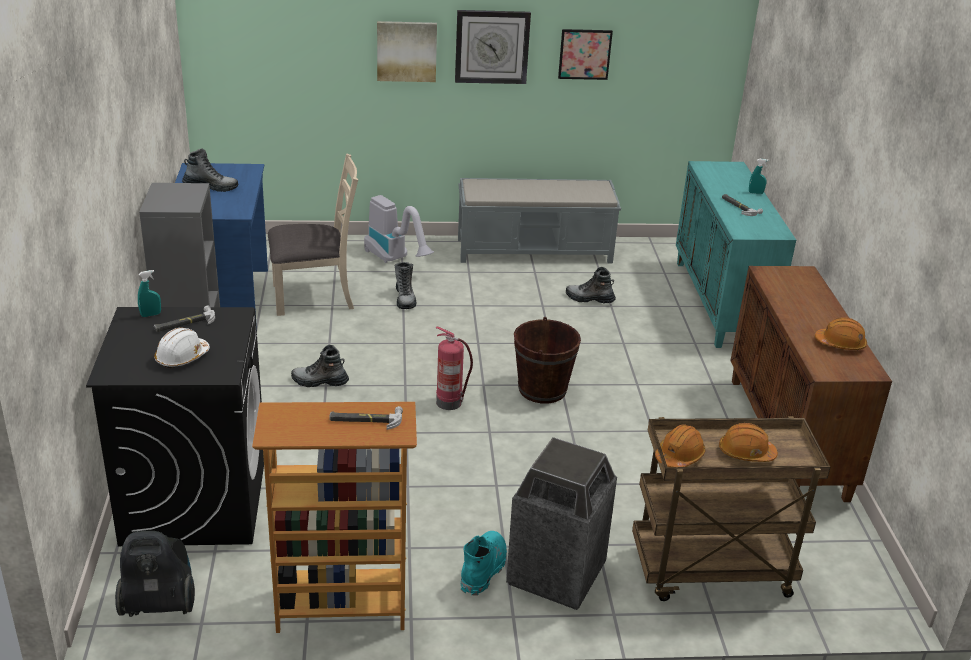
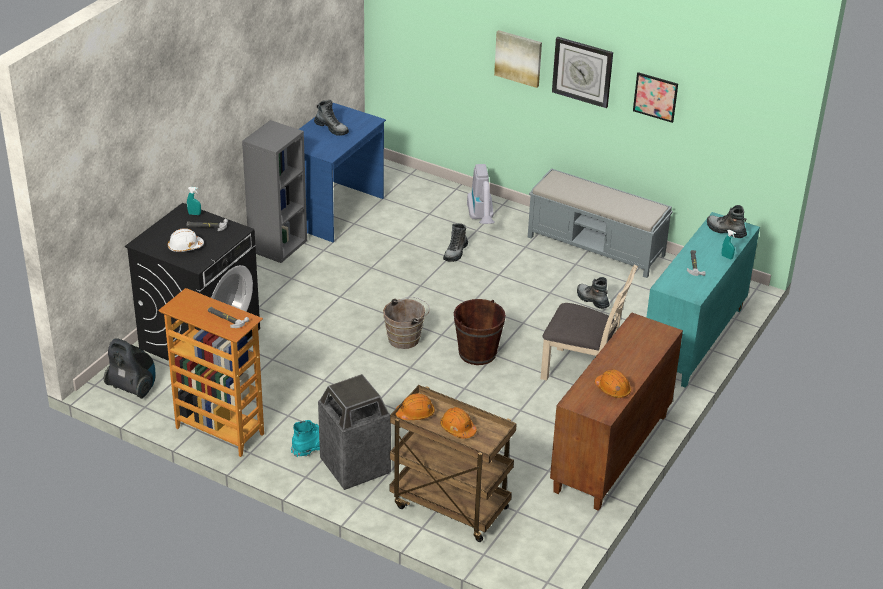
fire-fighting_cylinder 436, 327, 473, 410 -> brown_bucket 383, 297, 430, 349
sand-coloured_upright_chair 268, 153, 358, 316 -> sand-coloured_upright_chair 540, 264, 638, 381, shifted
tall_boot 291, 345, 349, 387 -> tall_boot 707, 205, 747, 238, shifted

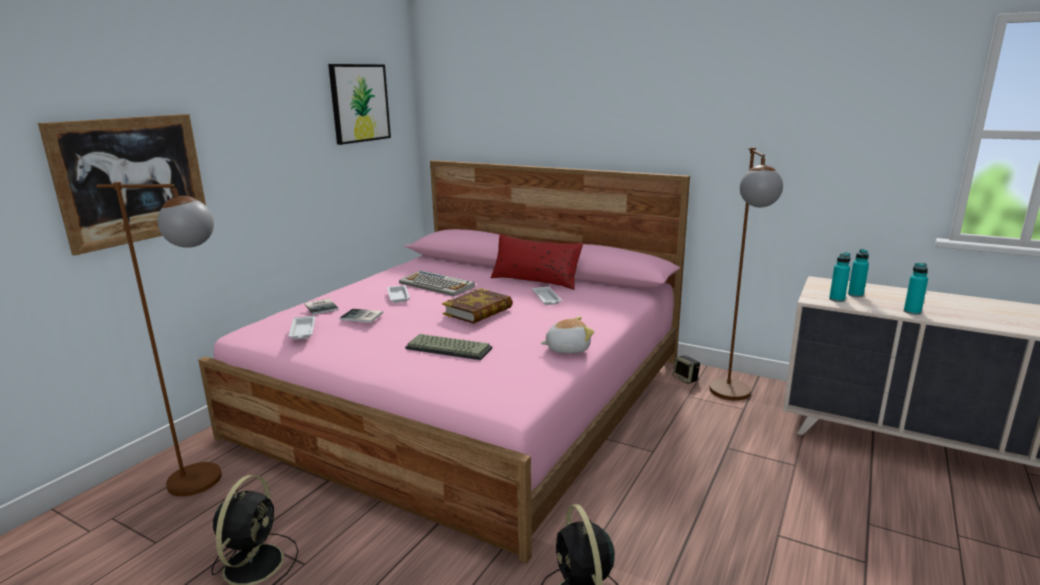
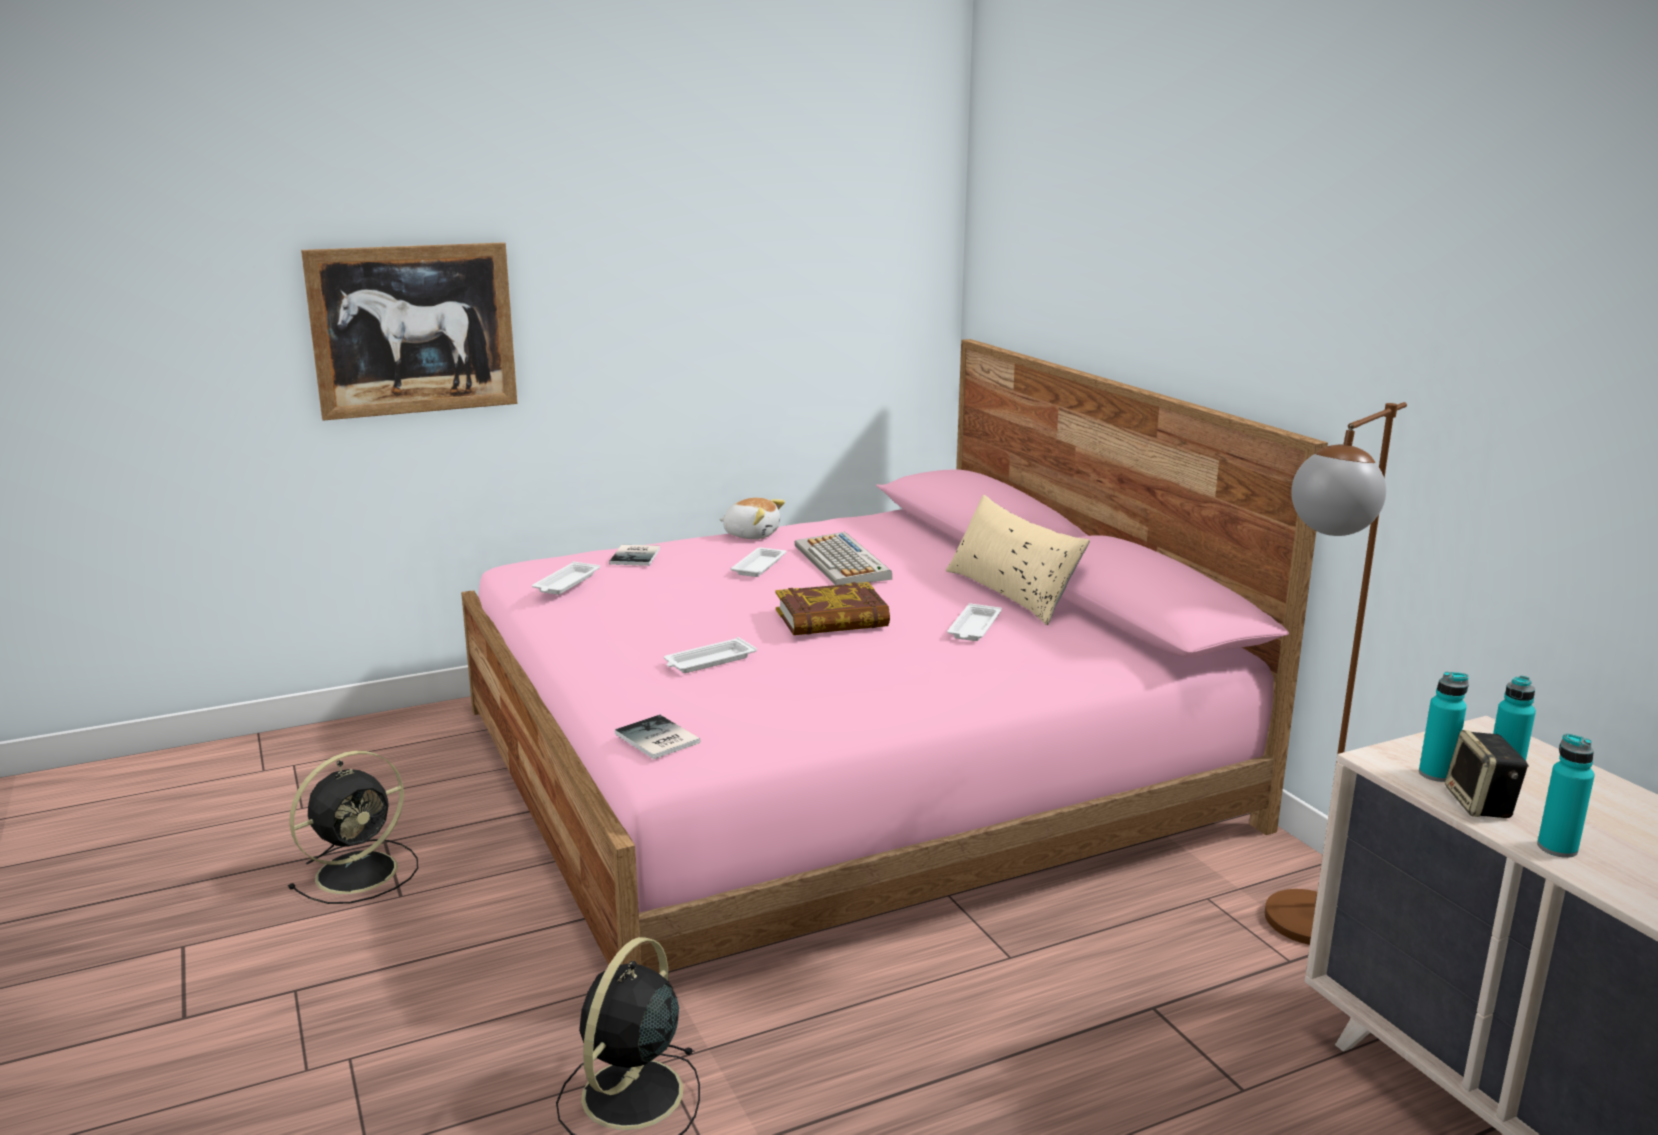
bound_book 340, 309, 383, 323 -> bound_book 615, 715, 700, 759, shifted
PC_keyboard 405, 334, 492, 360 -> white-coloured_tray 664, 637, 757, 673
soft_toy 541, 316, 594, 354 -> soft_toy 719, 498, 785, 539, shifted
reddish_throw_pillow 490, 234, 583, 290 -> sand-coloured_throw_pillow 946, 495, 1090, 625
audio_speaker 673, 355, 700, 384 -> audio_speaker 1445, 730, 1528, 818, shifted
brown_standard_lamp 96, 182, 222, 496 -> none
picture 328, 64, 391, 145 -> none

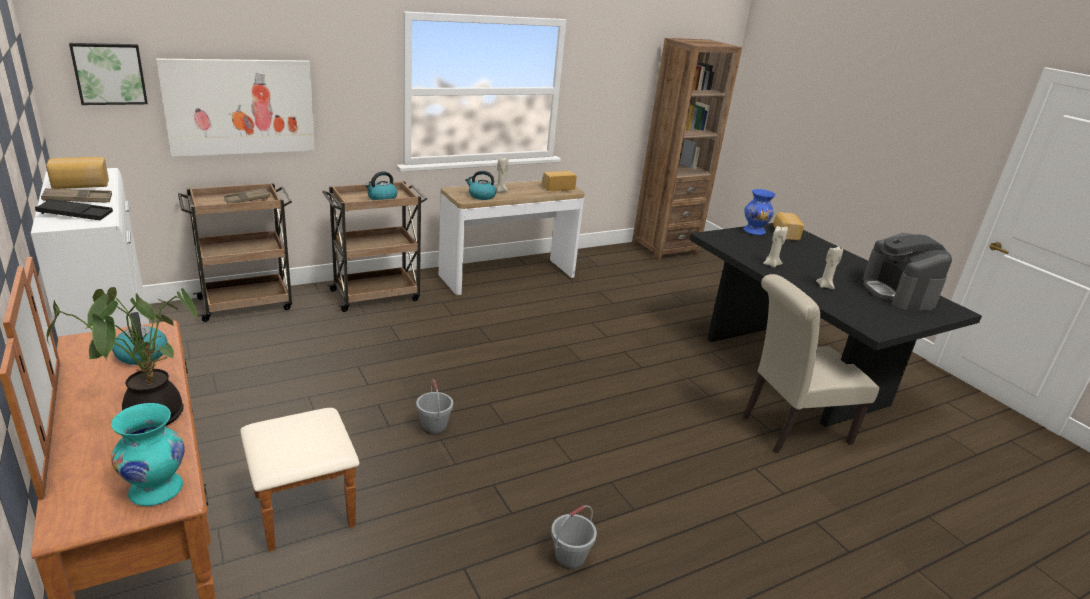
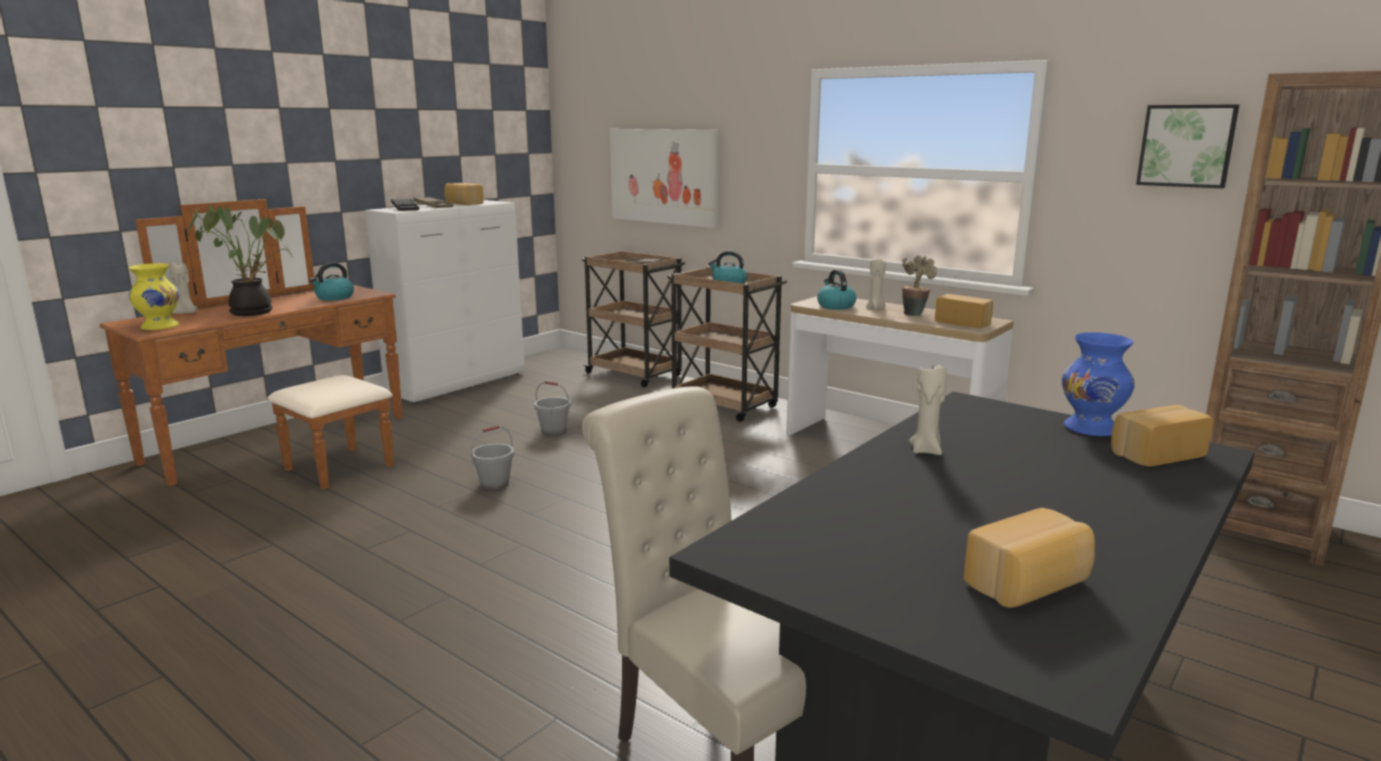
blue-green_vase 111, 403, 184, 506 -> yellow-coloured_vase 129, 263, 179, 330
sand-coloured_candle 816, 247, 843, 289 -> sand-coloured_candle 169, 261, 198, 314, shifted
greyish_bucket 551, 505, 597, 570 -> greyish_bucket 534, 381, 571, 435, shifted
none -> plant_in_a_pot 902, 255, 937, 316
coffee_machine 863, 233, 952, 310 -> baked_bread 964, 508, 1095, 608
picture 69, 43, 148, 105 -> picture 1136, 104, 1239, 189, shifted

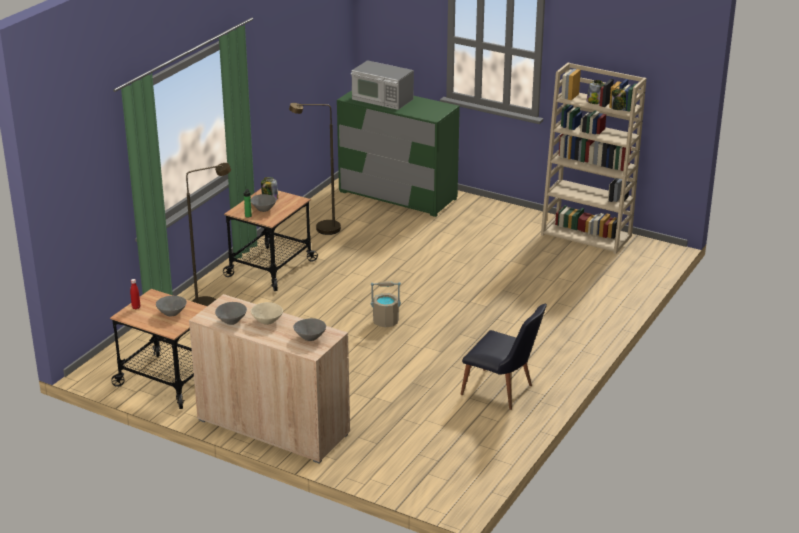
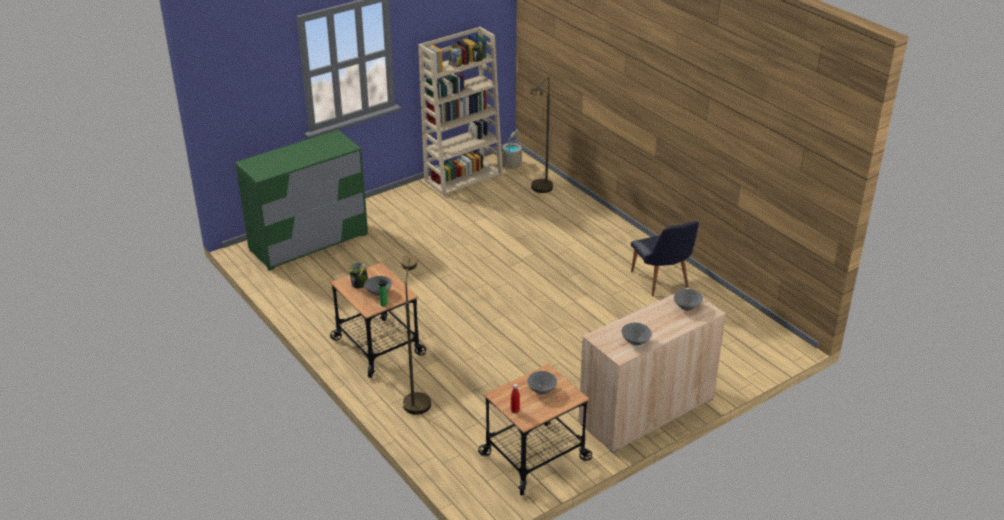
sand-coloured_bucket 370, 281, 401, 327 -> sand-coloured_bucket 502, 129, 522, 169, shifted
brown_standard_lamp 289, 103, 341, 235 -> brown_standard_lamp 530, 77, 553, 193, shifted
black-coloured_upright_chair 461, 304, 547, 410 -> black-coloured_upright_chair 631, 222, 699, 296, 105 degrees clockwise
sand-coloured_bowl 251, 302, 283, 325 -> none
microwave_oven 351, 60, 414, 110 -> none

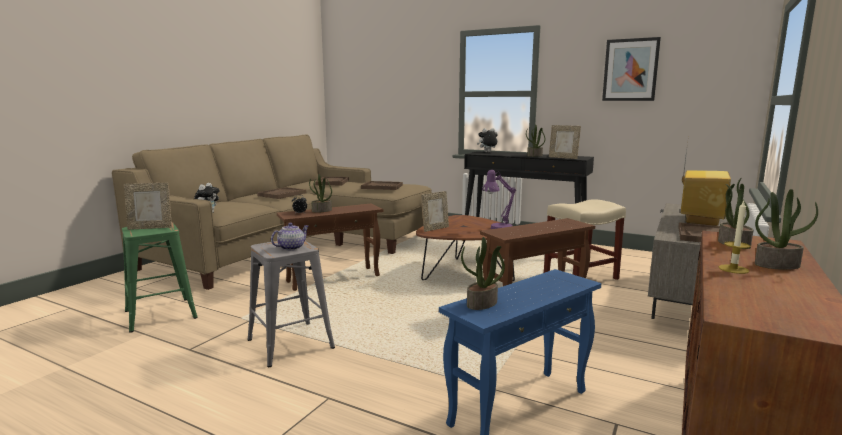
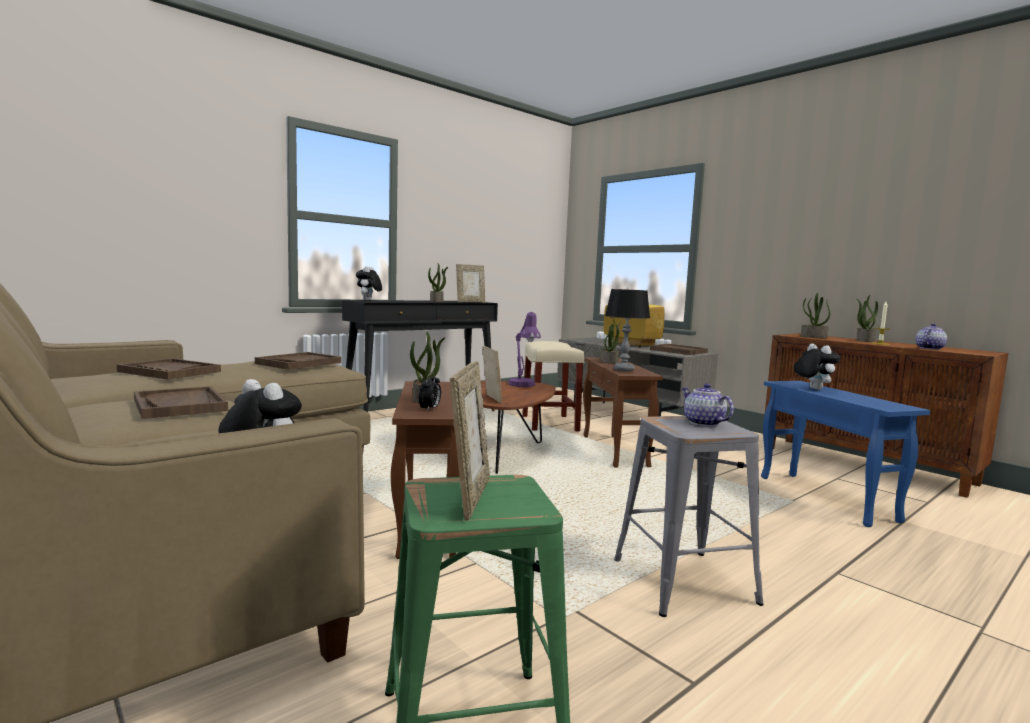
plant_in_a_pot 461, 237, 505, 310 -> plant_in_a_pot 600, 319, 620, 364, shifted
none -> table_lamp 605, 289, 650, 371
none -> soft_toy 793, 344, 840, 390
none -> teapot 915, 323, 947, 350
picture 602, 37, 661, 101 -> none

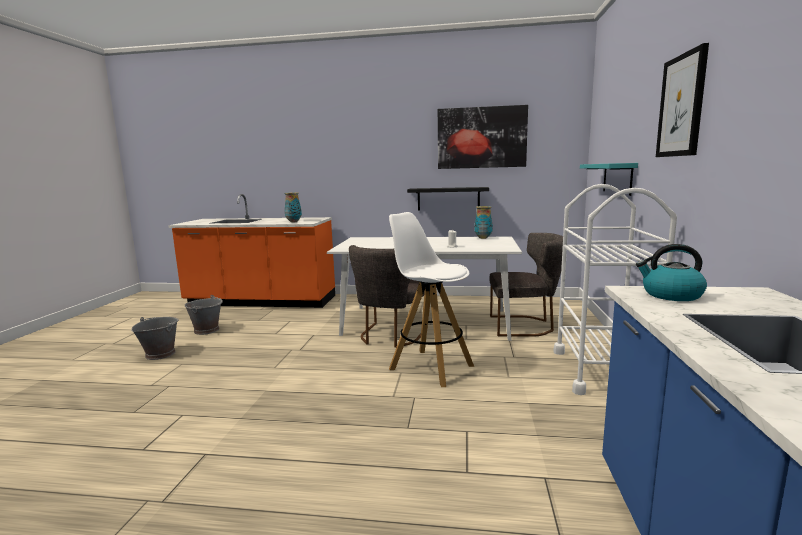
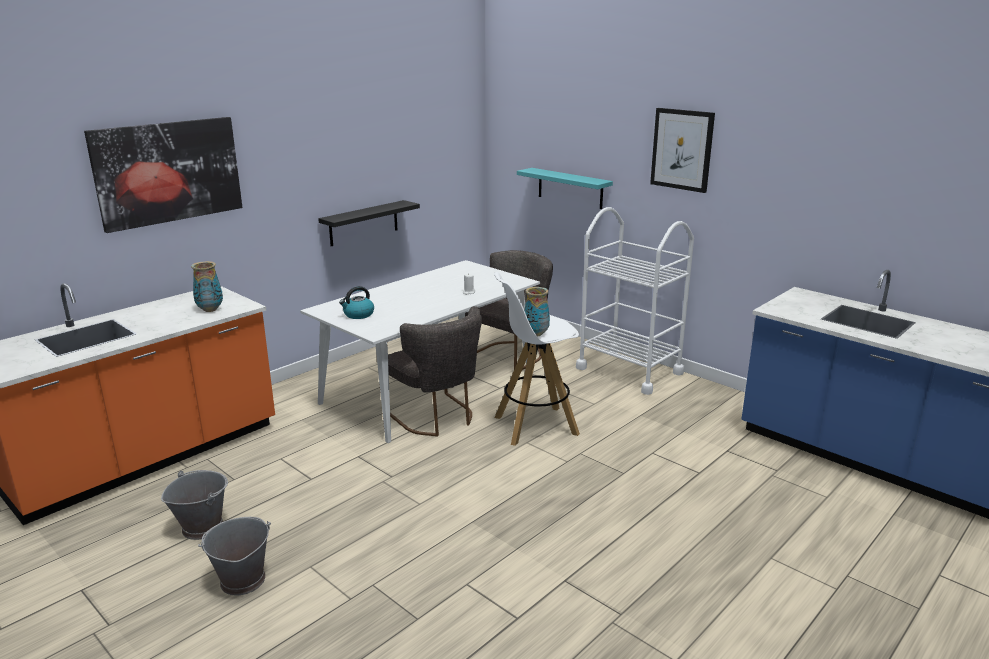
picture 438, 105, 528, 169 -> picture 84, 117, 243, 233, shifted
kettle 636, 244, 707, 301 -> kettle 339, 286, 374, 319, shifted
vase 474, 206, 493, 239 -> vase 524, 287, 550, 337, shifted

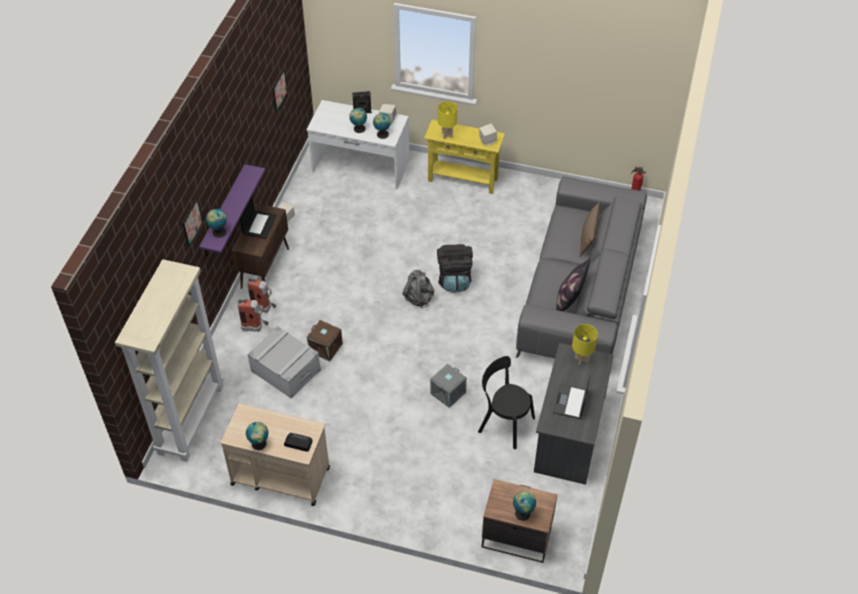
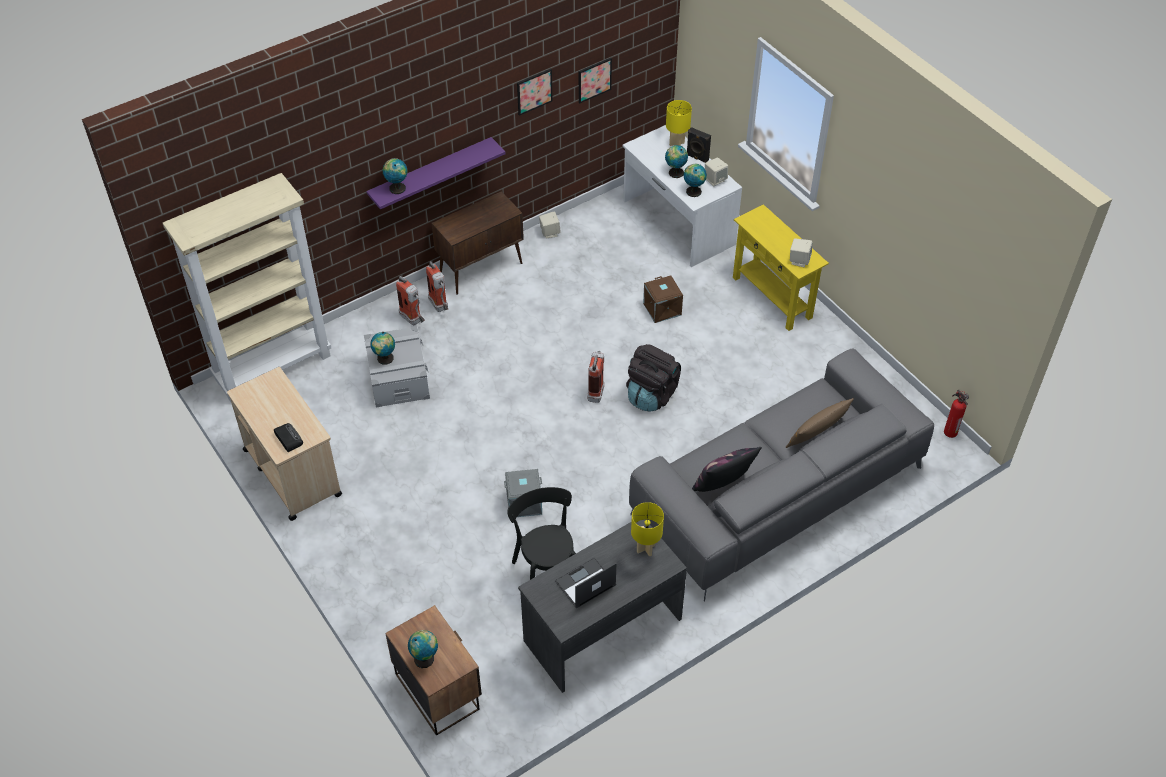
desk_globe 246, 422, 268, 450 -> desk_globe 370, 332, 395, 365, shifted
picture 182, 198, 203, 247 -> picture 517, 69, 553, 116, shifted
greyish_knapsack 402, 270, 434, 308 -> fire-fighting_cylinder 587, 351, 604, 403
brown_storage_bin 307, 320, 343, 362 -> brown_storage_bin 643, 275, 683, 323, shifted
yellow-coloured_table_lamp 438, 101, 458, 139 -> yellow-coloured_table_lamp 666, 100, 692, 146, shifted
portable_computer 240, 197, 276, 239 -> none

